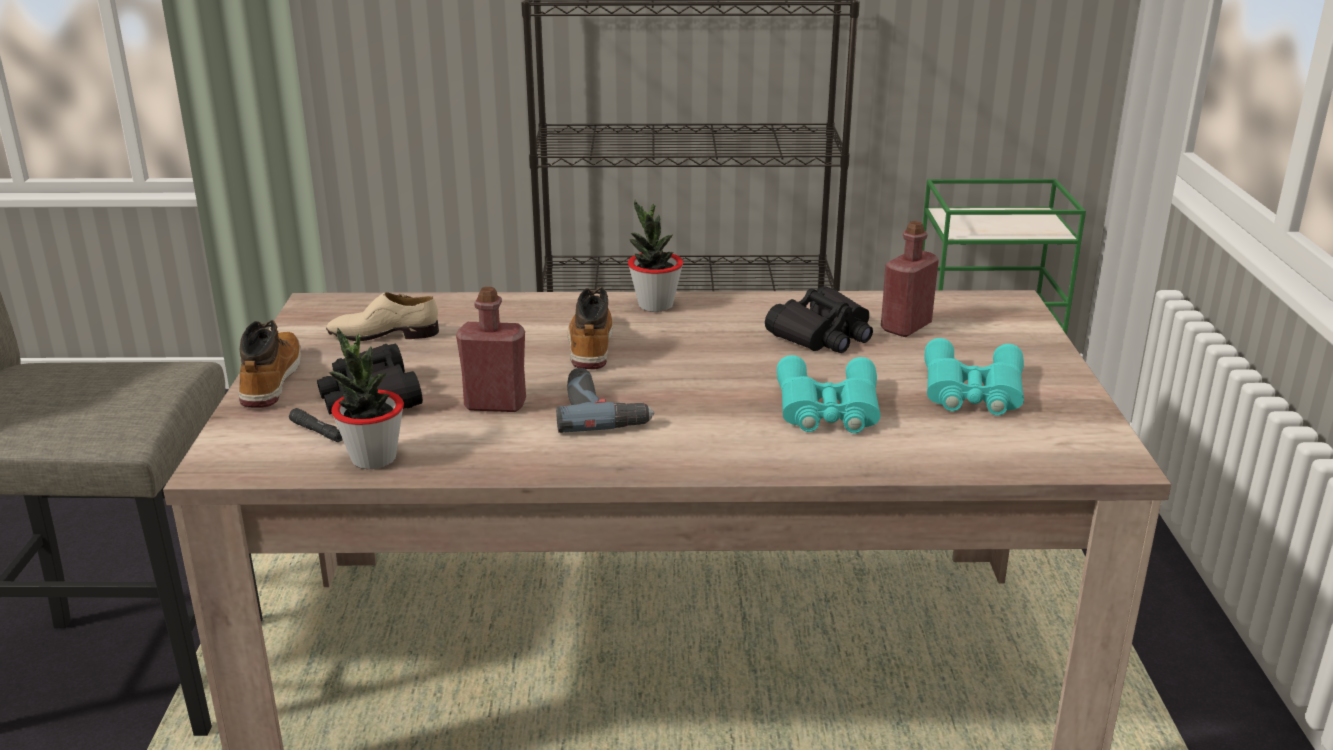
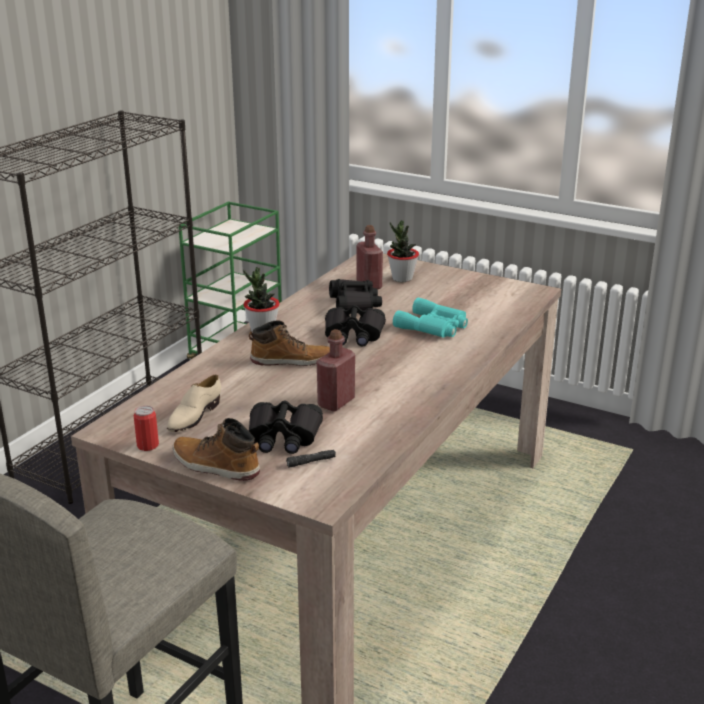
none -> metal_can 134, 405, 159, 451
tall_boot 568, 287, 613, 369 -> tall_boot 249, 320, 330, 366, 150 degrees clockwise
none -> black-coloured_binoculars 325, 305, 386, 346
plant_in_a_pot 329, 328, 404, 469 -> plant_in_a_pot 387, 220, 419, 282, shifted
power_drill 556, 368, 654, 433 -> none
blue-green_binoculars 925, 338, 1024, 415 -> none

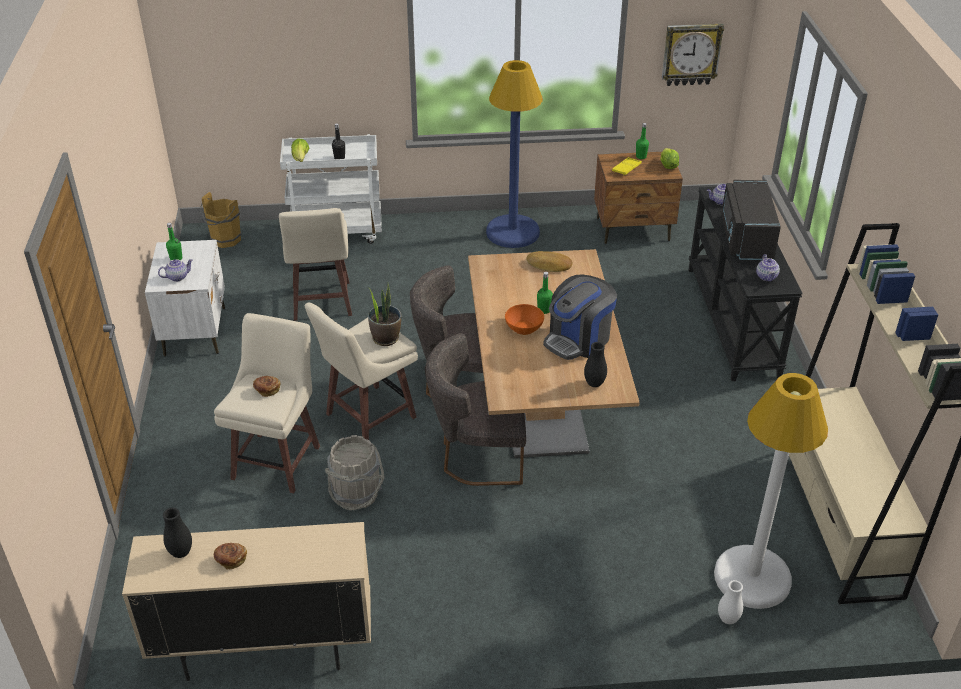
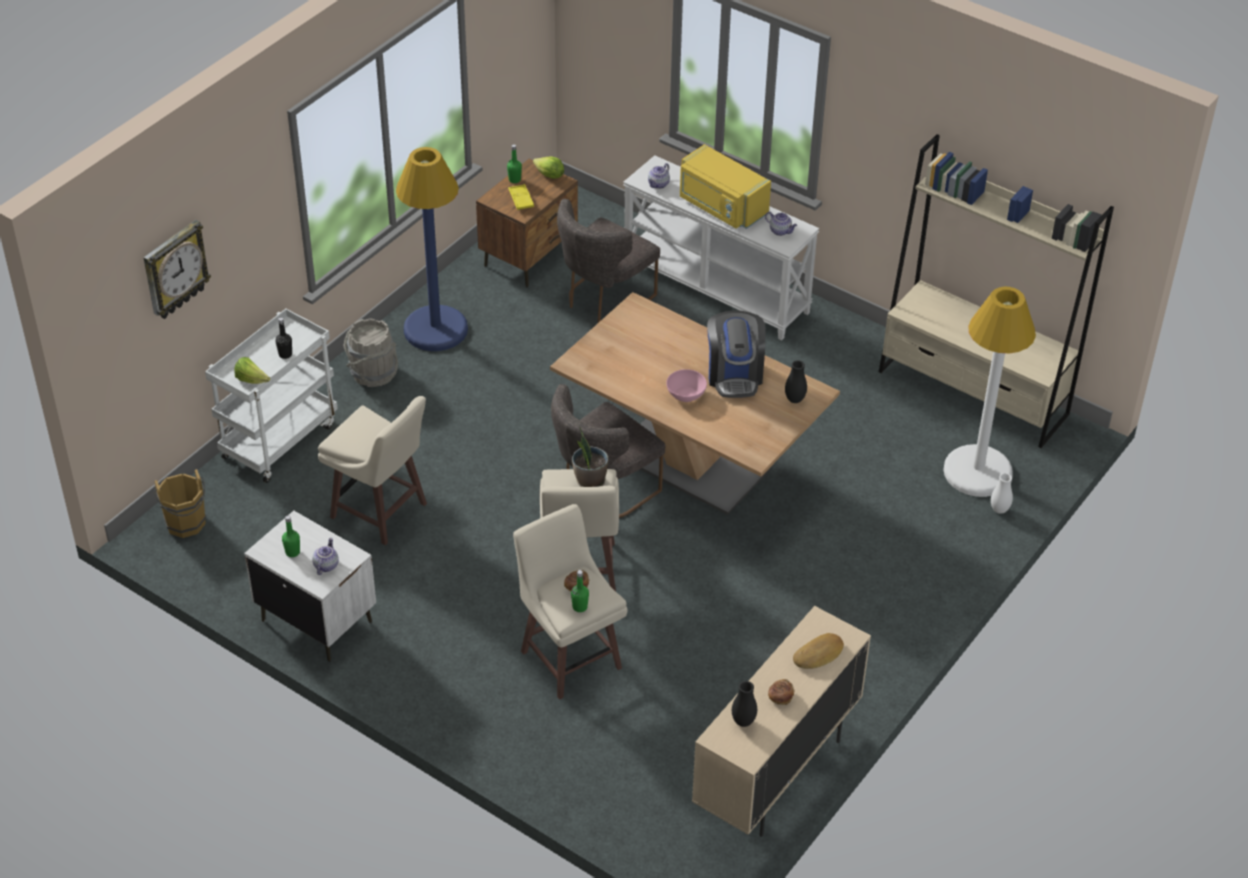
hanging_clock 662, 24, 724, 86 -> hanging_clock 143, 220, 211, 319, shifted
greyish_bucket 325, 435, 384, 510 -> greyish_bucket 344, 318, 398, 387, shifted
greyish_upright_chair 425, 333, 526, 486 -> greyish_upright_chair 557, 199, 660, 323, shifted
green-coloured_bottle 537, 272, 553, 314 -> green-coloured_bottle 571, 570, 589, 612, shifted
black-coloured_console_table 689, 187, 803, 381 -> white-coloured_console_table 623, 155, 820, 340
orange_bowl 505, 304, 544, 335 -> pinkish_bowl 666, 369, 707, 402
black-coloured_microwave_oven 721, 180, 781, 260 -> yellow-coloured_microwave_oven 680, 144, 771, 229
baked_bread 527, 251, 573, 272 -> baked_bread 793, 633, 844, 669, shifted

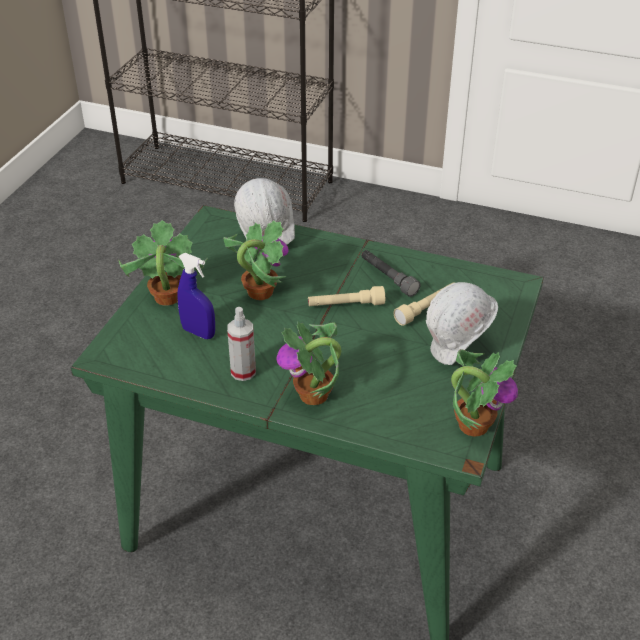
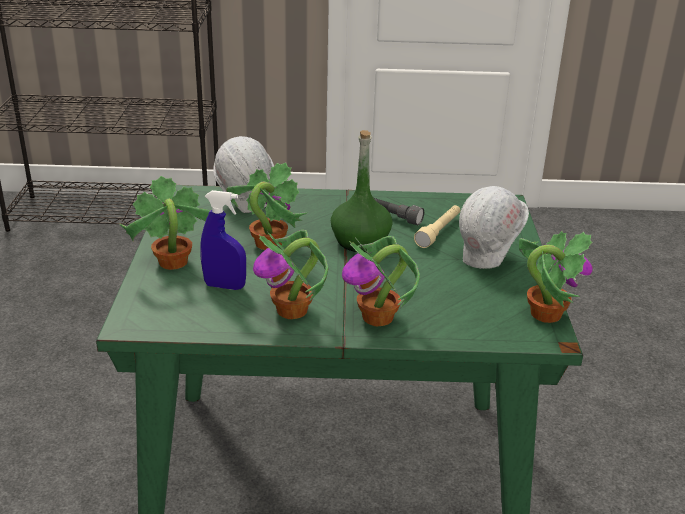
sprayer 227, 307, 256, 381 -> plant_in_a_pot 253, 230, 328, 319
sand-coloured_hand_torch 308, 286, 385, 306 -> green-coloured_bottle 331, 130, 393, 252

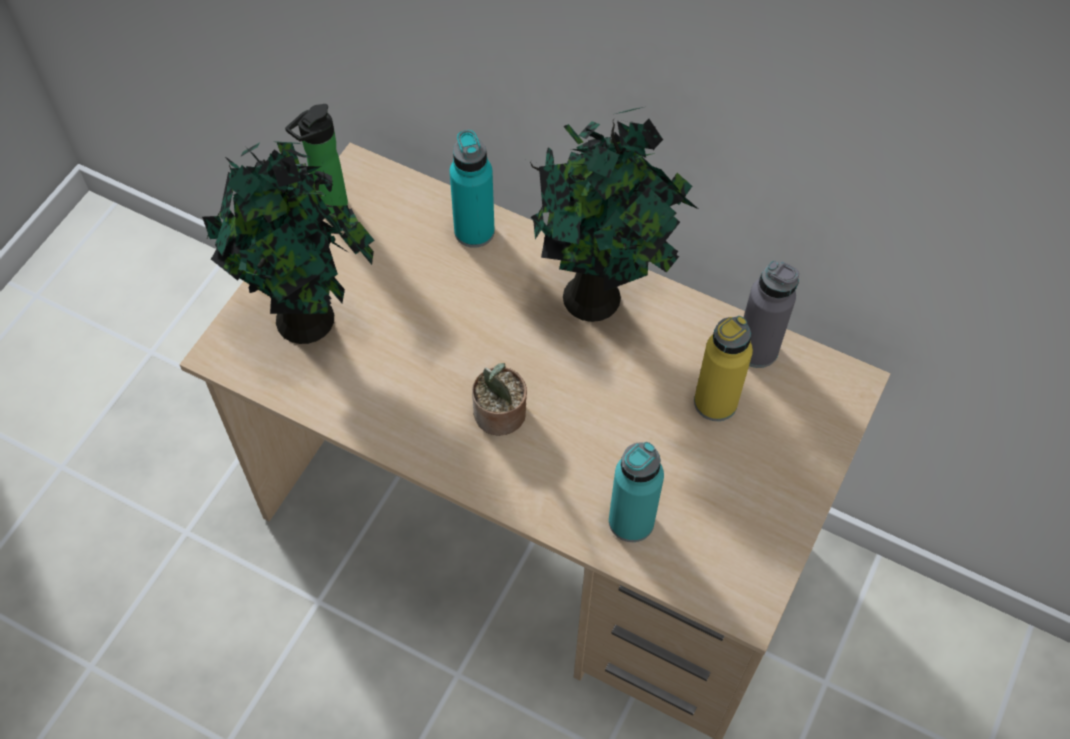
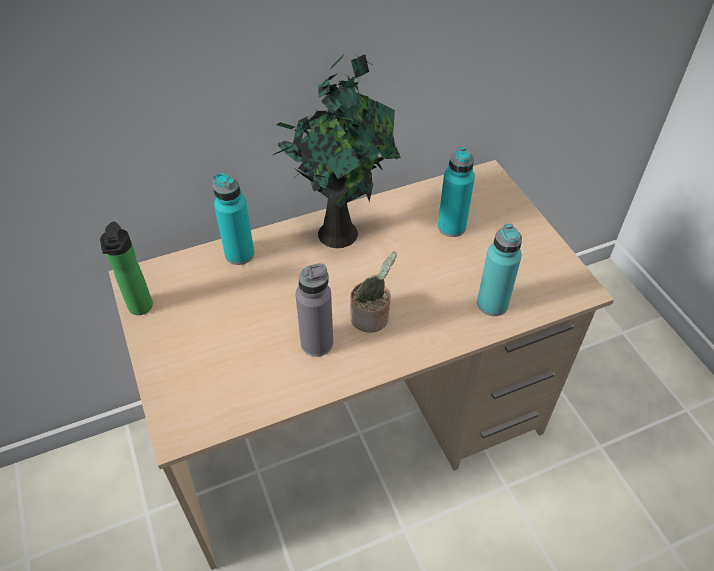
greyish_bottle 744, 261, 799, 368 -> greyish_bottle 295, 263, 333, 356, shifted
yellow-coloured_bottle 694, 316, 753, 421 -> blue-green_bottle 438, 147, 475, 237
plant_in_a_pot 202, 141, 375, 344 -> none

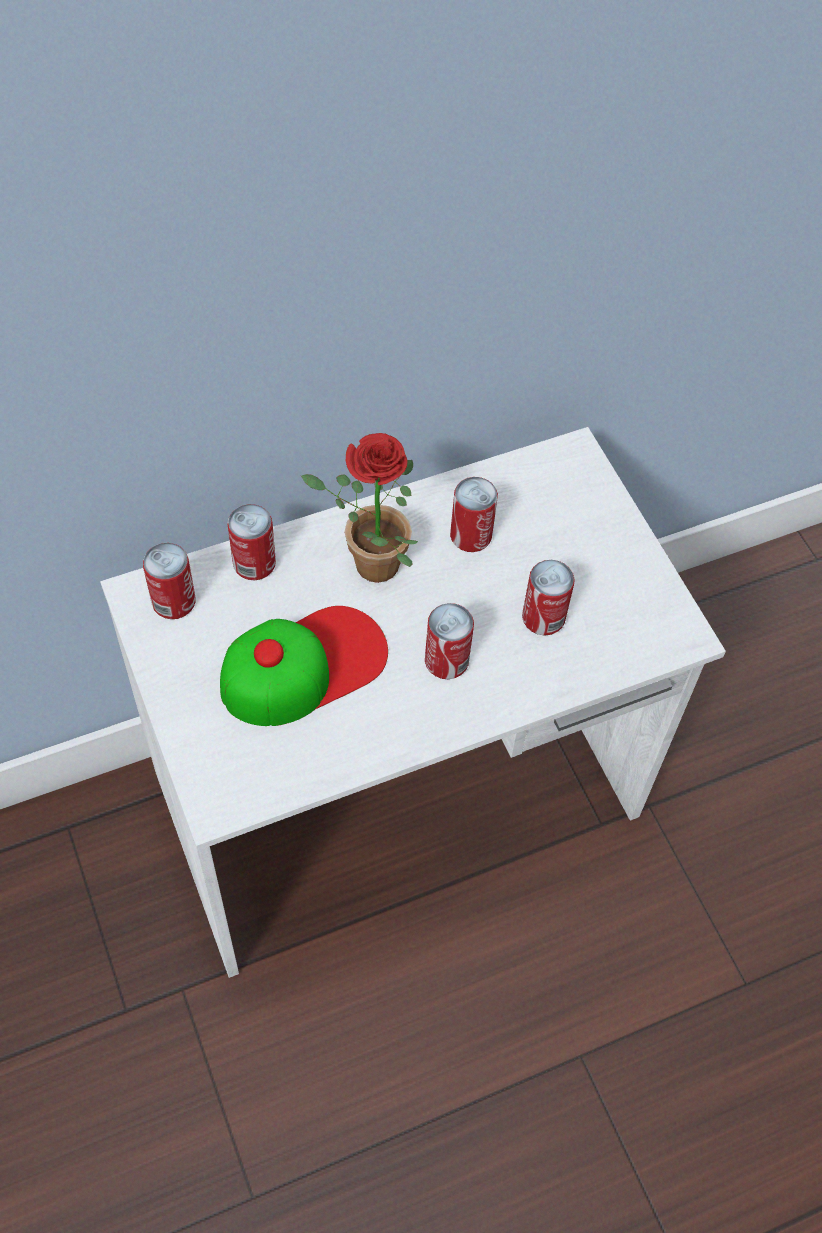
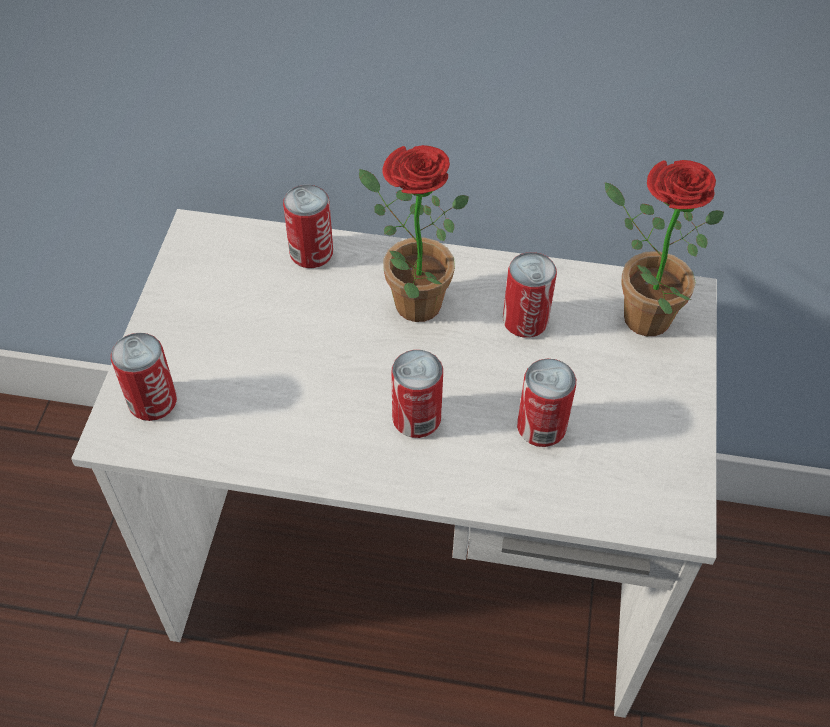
metal_can 143, 543, 196, 619 -> metal_can 111, 333, 177, 421, shifted
none -> plant_in_a_pot 605, 160, 724, 336
cap 220, 606, 388, 726 -> none

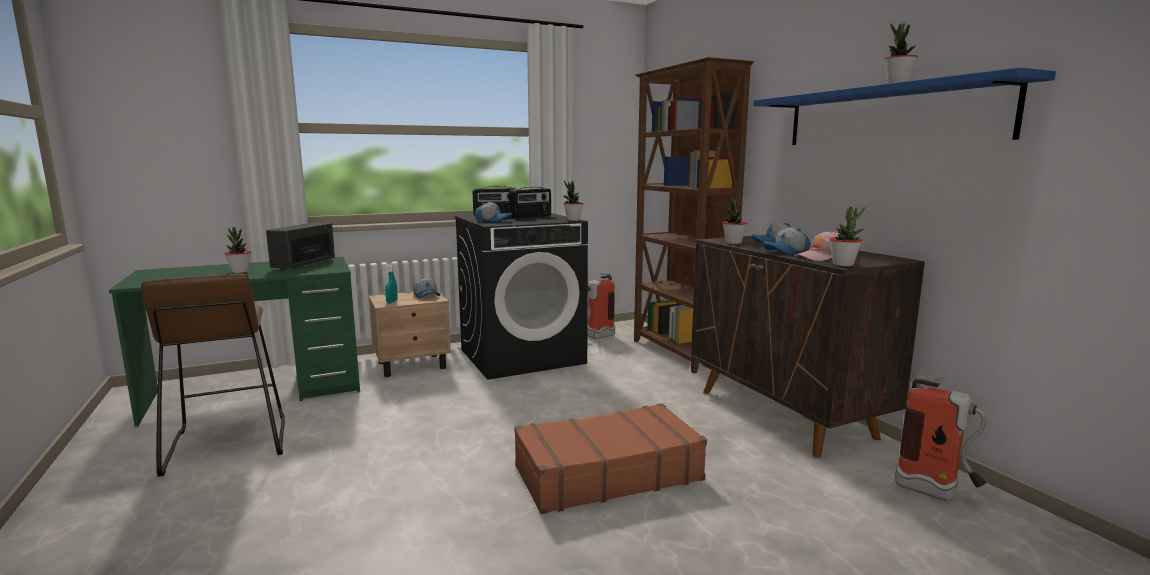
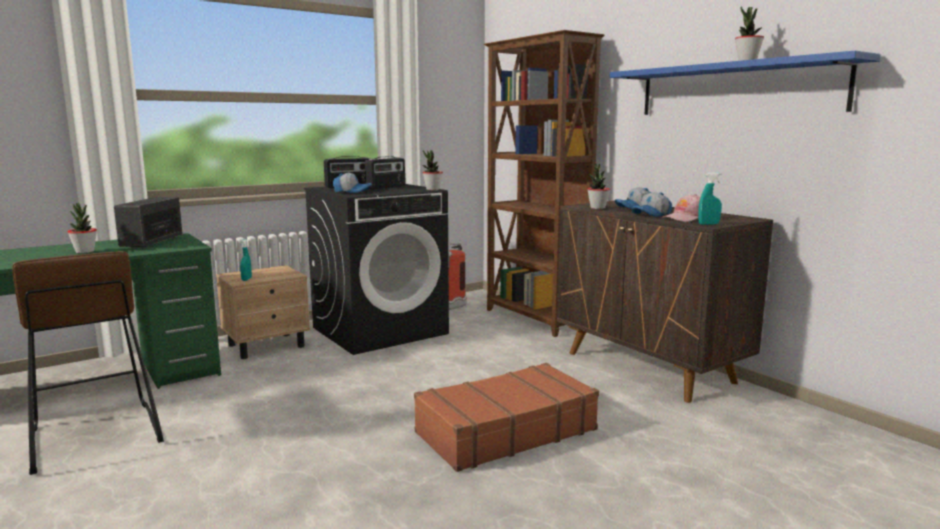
plant_in_a_pot 830, 207, 865, 266 -> blue-green_sprayer 698, 172, 722, 225
cap 413, 278, 440, 299 -> none
fire-fighting_cylinder 895, 375, 986, 501 -> none

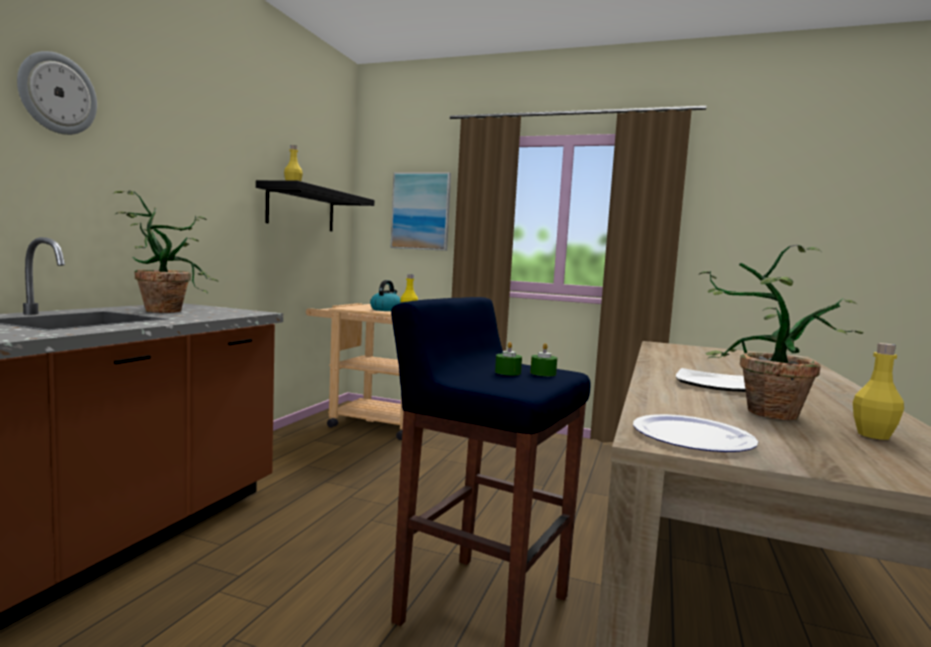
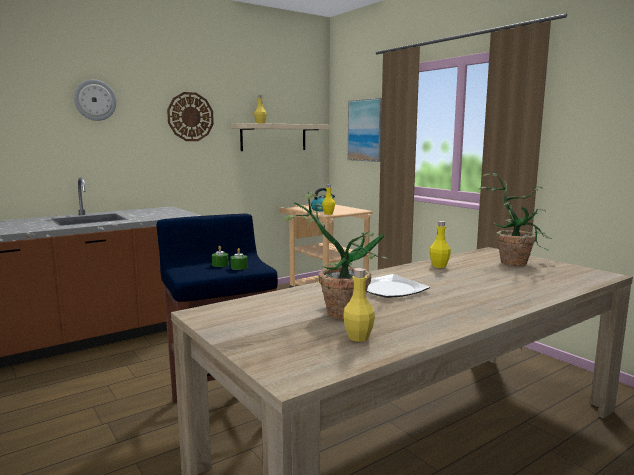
none -> hanging_clock 167, 92, 214, 141
black-coloured_bracket_shelf 256, 180, 374, 231 -> sand-coloured_bracket_shelf 231, 123, 330, 151
none -> yellow-coloured_bottle 429, 221, 451, 268
plant_in_a_pot 113, 191, 219, 313 -> plant_in_a_pot 479, 173, 552, 266, shifted
dinner_plate 633, 414, 758, 452 -> none

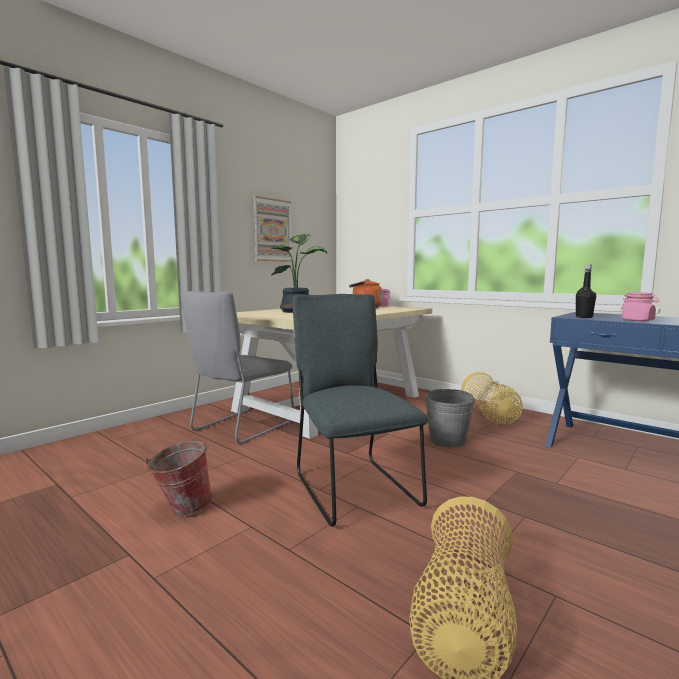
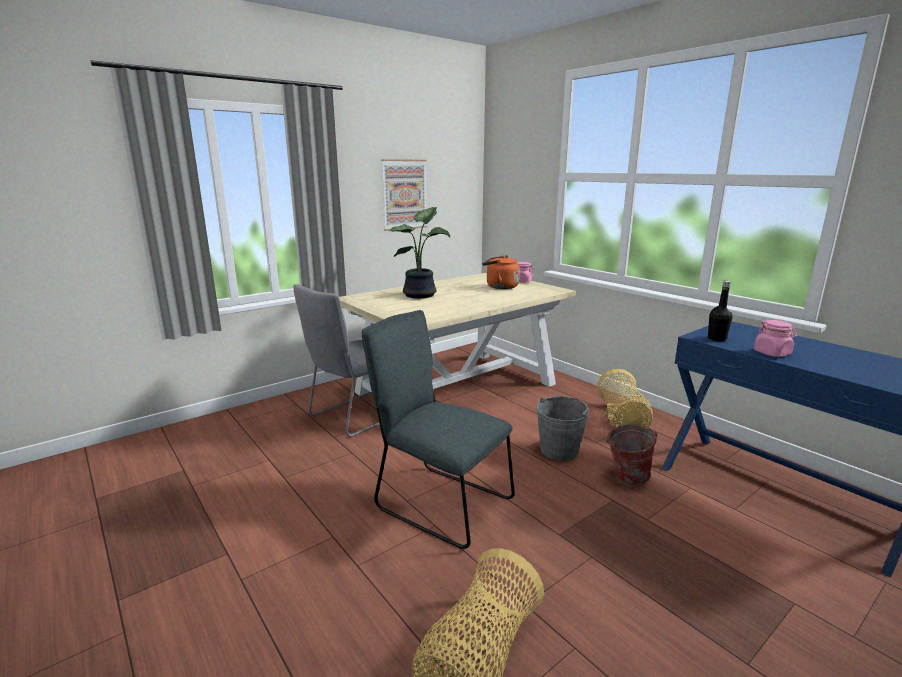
greyish_upright_chair 292, 294, 428, 527 -> greyish_upright_chair 362, 310, 515, 549, 45 degrees counterclockwise
bucket 145, 440, 212, 516 -> bucket 605, 424, 657, 485, shifted

